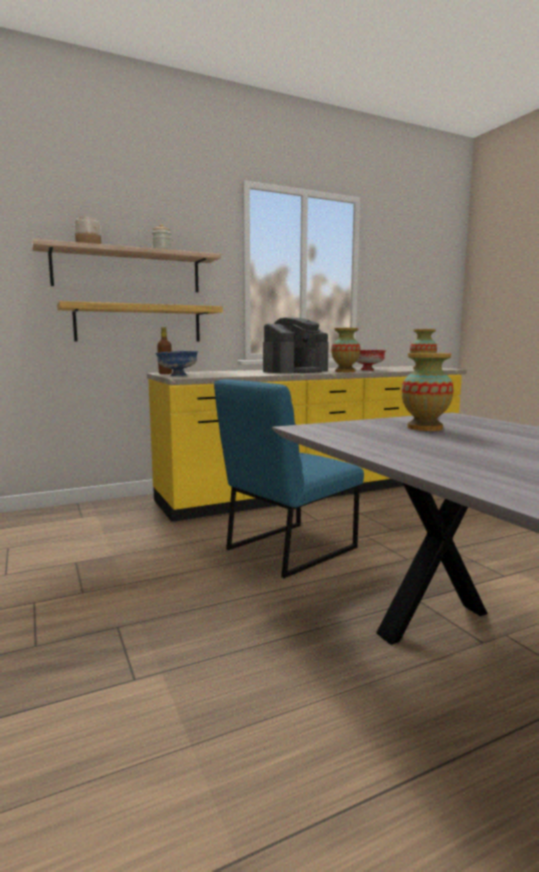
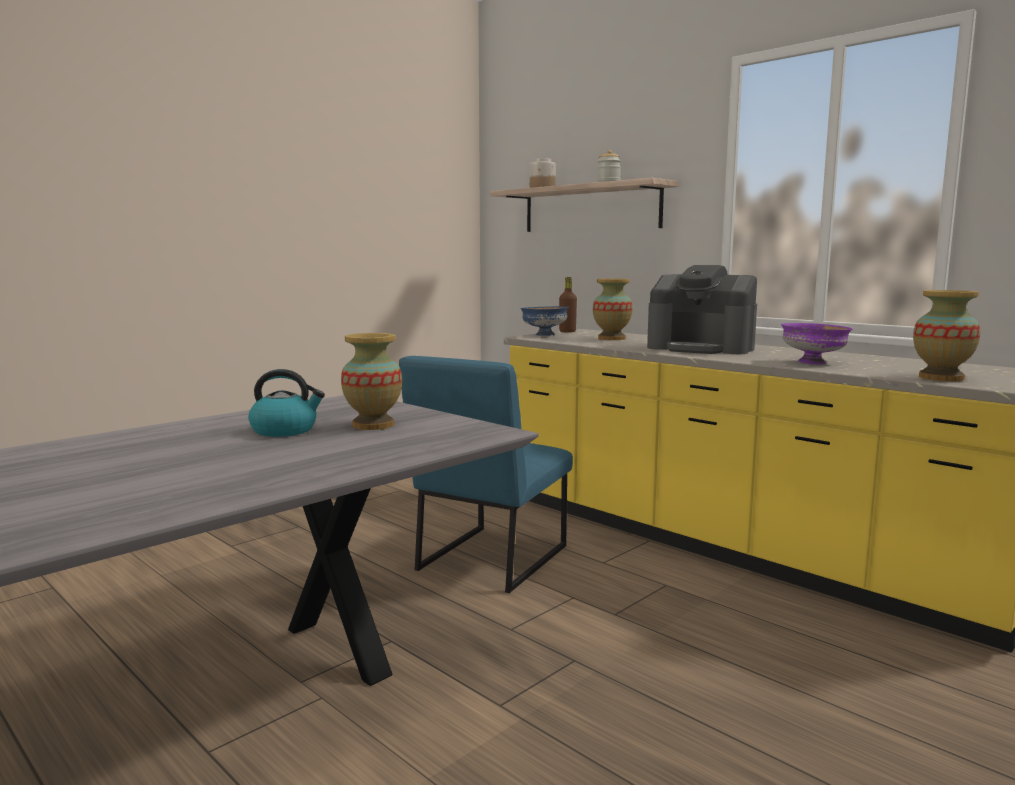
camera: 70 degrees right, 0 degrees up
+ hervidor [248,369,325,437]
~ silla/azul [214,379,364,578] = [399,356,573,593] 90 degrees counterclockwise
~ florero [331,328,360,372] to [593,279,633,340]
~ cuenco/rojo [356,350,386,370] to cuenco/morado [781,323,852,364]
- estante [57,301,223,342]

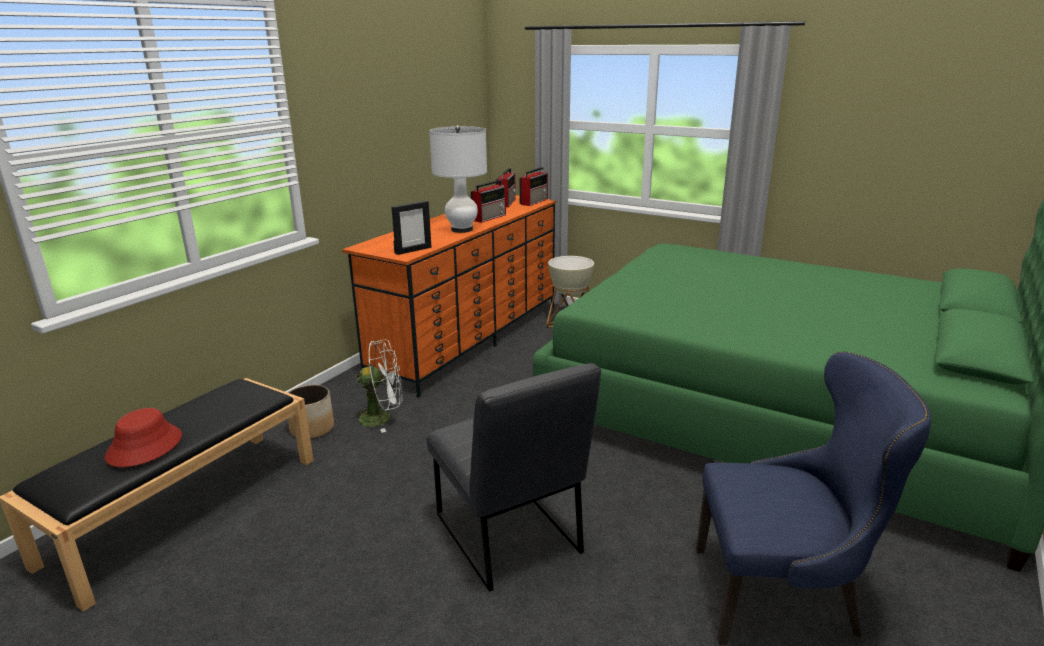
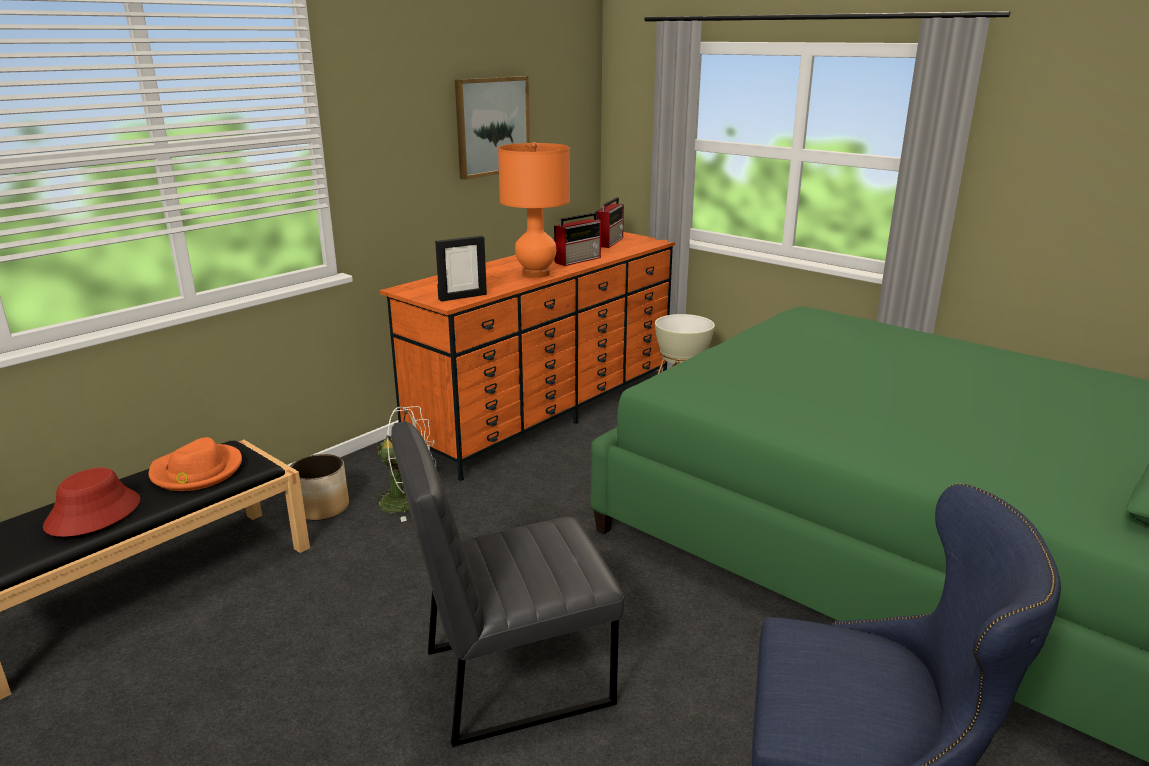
camera: 10 degrees right, 0 degrees up
+ sombrero/naranja [149,437,242,491]
~ silla/gris [427,363,601,592] = [391,421,624,747] 90 degrees clockwise
+ cuadro [455,76,530,180]
~ lámpara de mesa/blanco [429,126,487,233] to lámpara de mesa/naranja [498,142,570,278]
- radio [519,167,548,206]

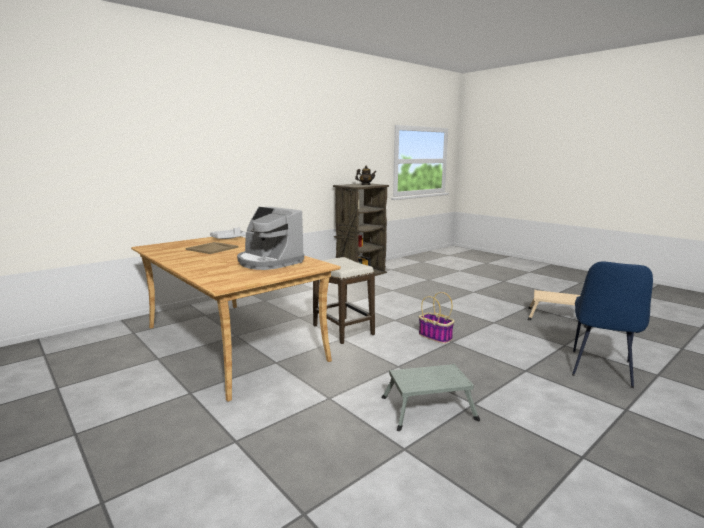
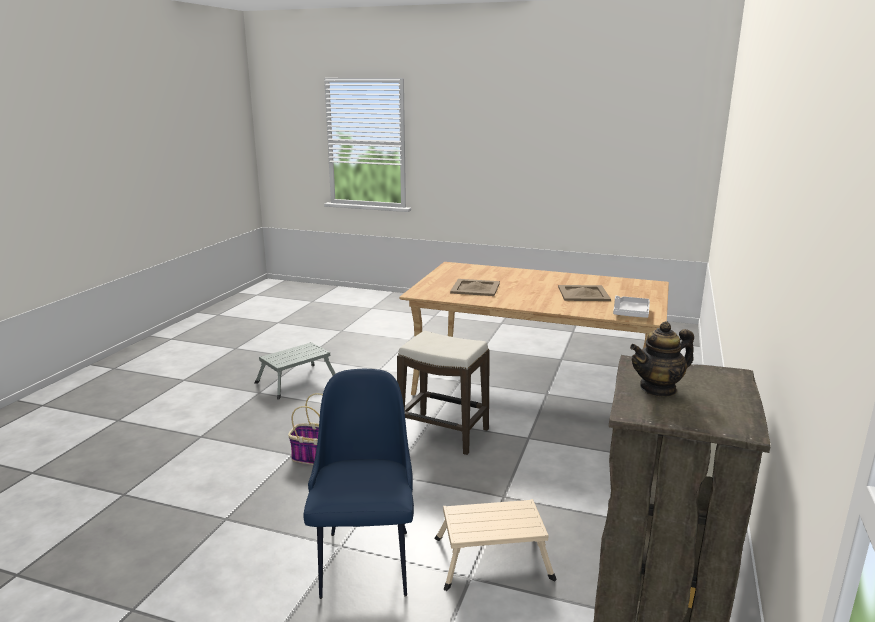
camera: 150 degrees right, 5 degrees up
~ silla/azul [572,261,653,388] to [303,369,414,599]
~ escalera de tijera/beis [527,290,587,328] to [434,499,557,591]
~ cafetera [237,207,304,270] to bandeja/beis [450,279,500,296]

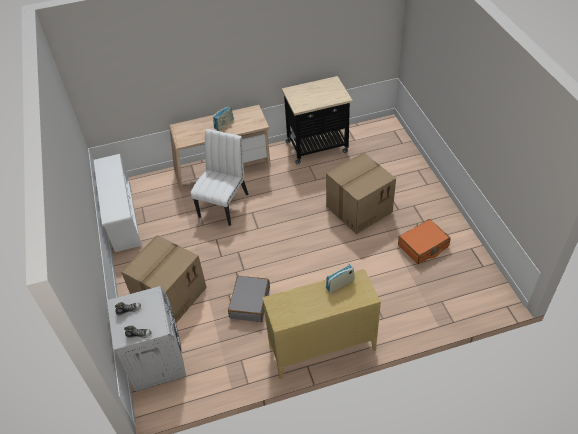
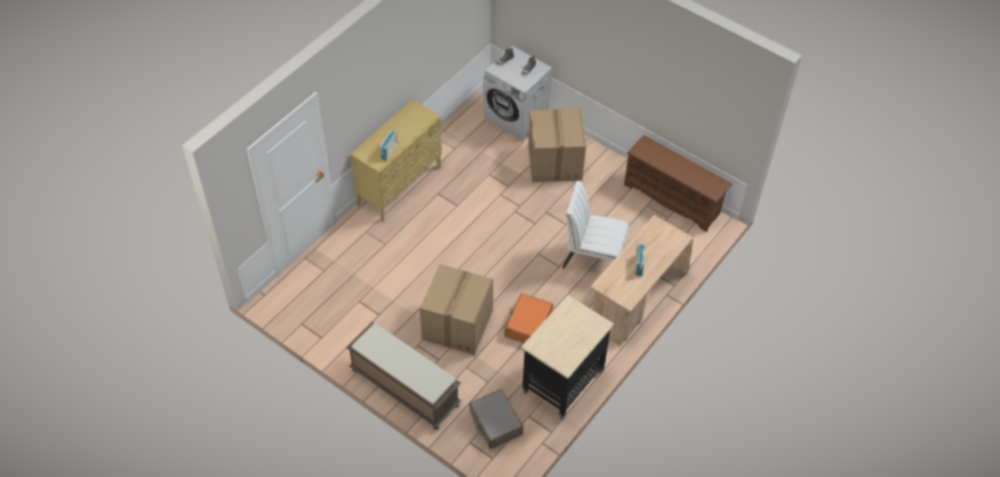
camera: 140 degrees right, 5 degrees up
+ banco/marrón [346,322,461,430]
~ maleta/gris [228,276,270,322] to [469,389,523,449]
~ maleta/naranja [398,219,451,264] to [505,294,553,343]
~ silla/blanco [191,129,248,226] = [562,181,629,268] 120 degrees clockwise
~ zapatero/blanco [94,154,142,252] to zapatero/marrón [624,135,732,232]

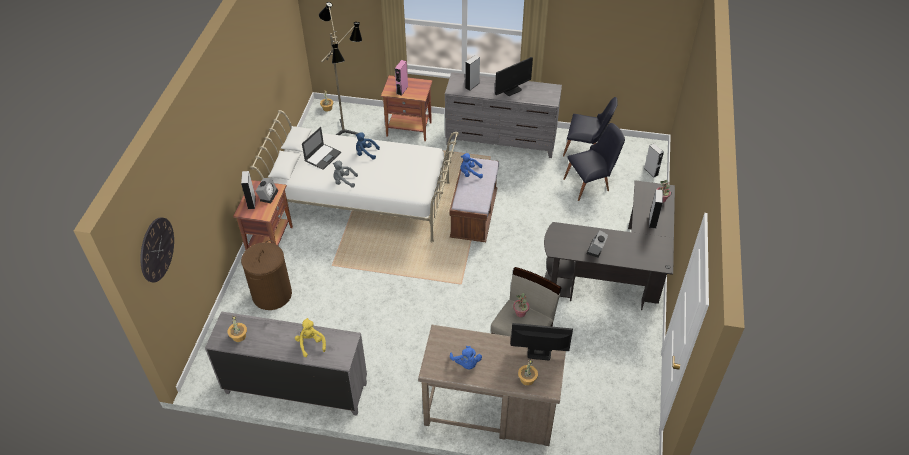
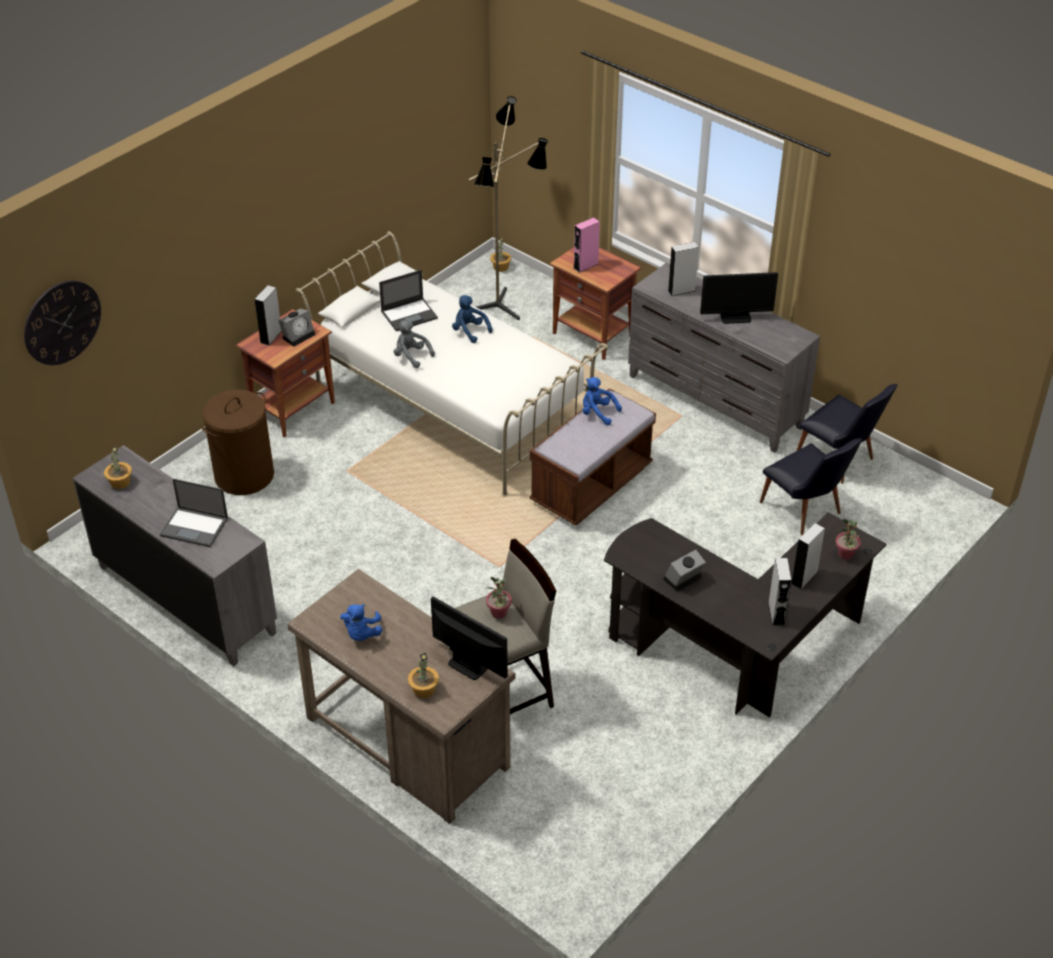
camera: 30 degrees right, 5 degrees down
~ peluche/amarillo [295,318,326,357] to portátil [160,479,228,547]
~ silla/negro [564,123,625,201] = [760,438,862,535] 45 degrees clockwise
~ altavoz/gris [644,143,664,177] to [768,558,792,626]

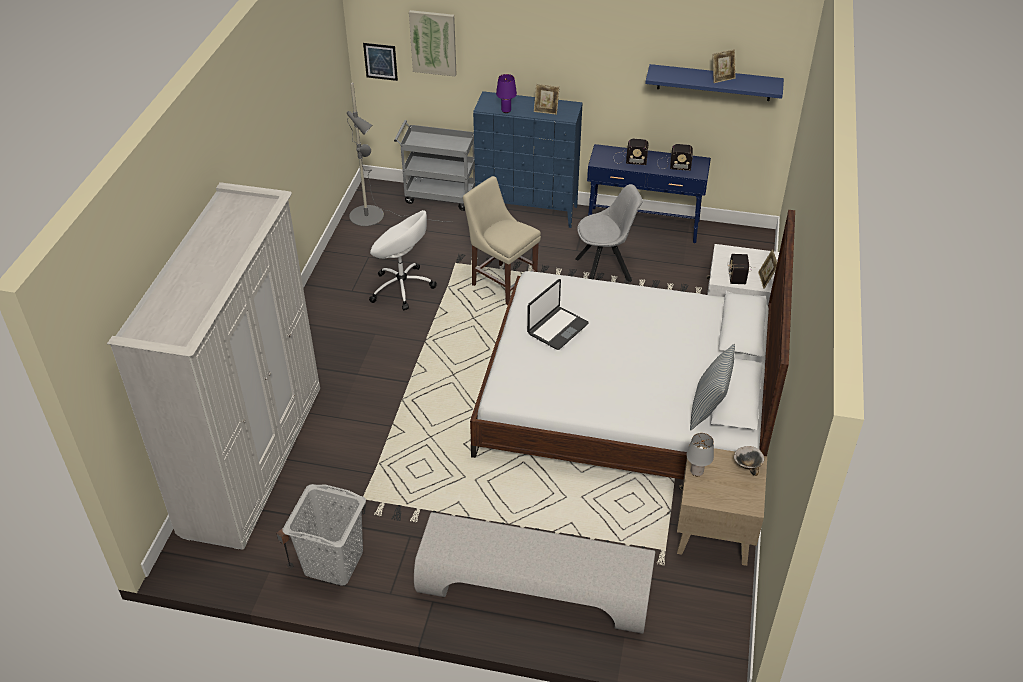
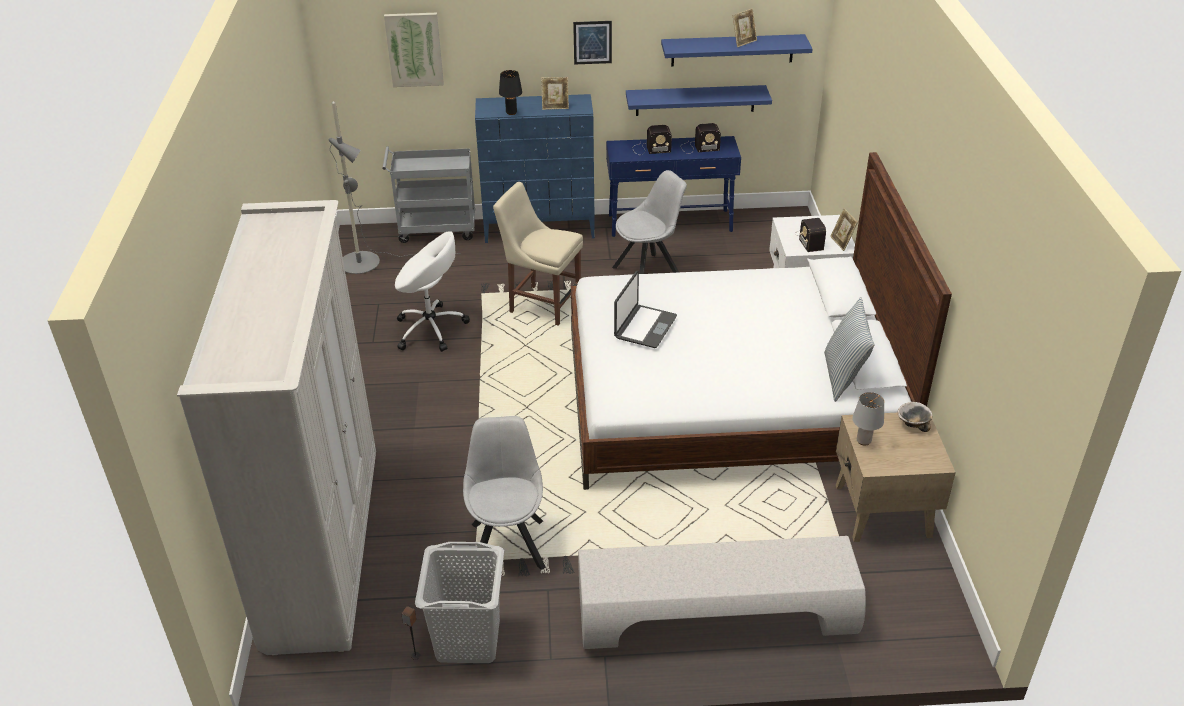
camera: 15 degrees left, 5 degrees down
+ silla/gris [463,416,546,570]
~ lámpara de mesa/morado [496,74,517,113] to lámpara de mesa/negro [499,70,522,115]
~ cuadro [363,43,398,81] to [573,21,612,64]
+ estante/azul [626,85,772,116]

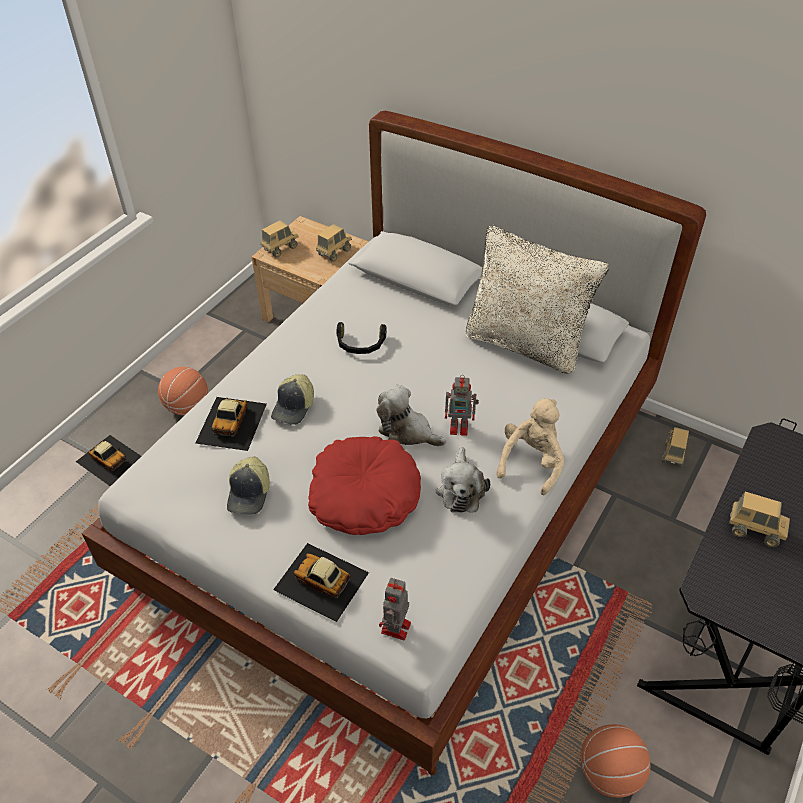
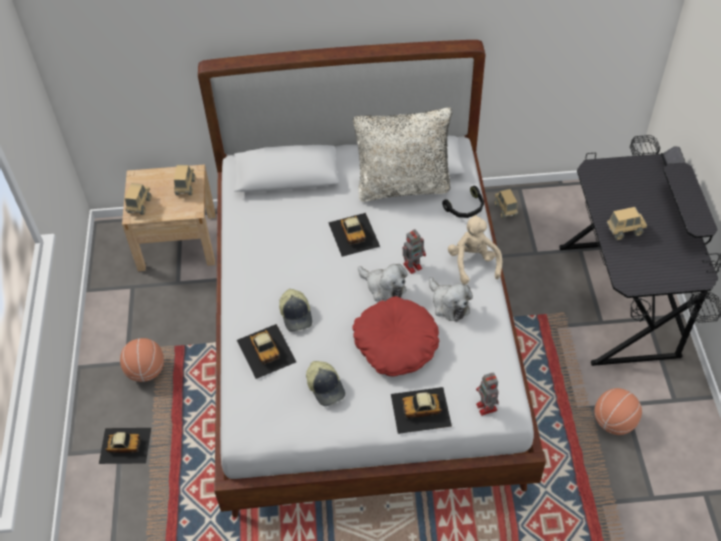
camera: 35 degrees left, 5 degrees up
+ coche de juguete [328,213,380,257]
~ peluche [376,385,446,446] = [358,264,408,301] 135 degrees counterclockwise
~ auriculares/negro [336,322,387,354] to [442,186,484,218]

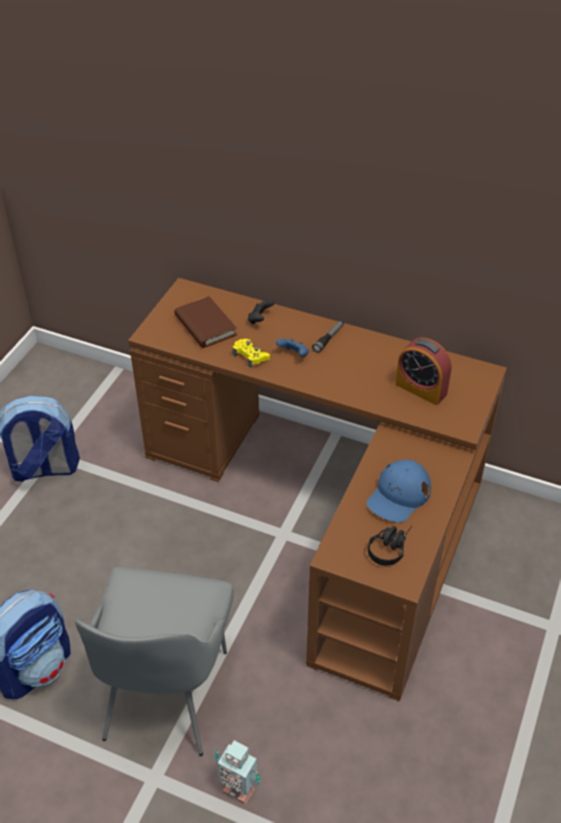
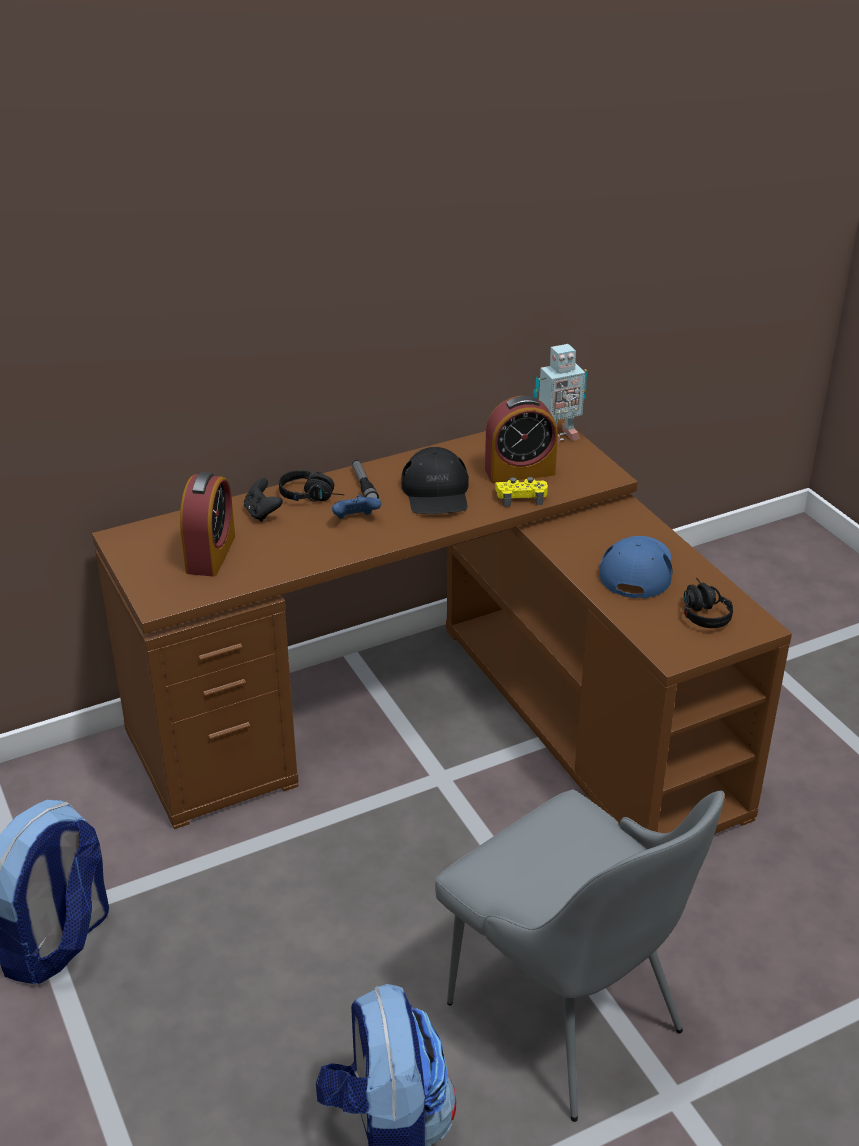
camera: 50 degrees left, 10 degrees down
~ libro/marrón [174,296,237,348] to despertador [180,472,235,577]
+ auriculares/negro [279,470,345,502]
+ gorra/negro [401,447,469,514]
~ mando de consola/amarillo [232,339,270,368] to [495,477,548,506]
~ robot de juguete [215,740,260,805] to [534,344,588,443]
~ gorra/azul [367,460,431,523] = [599,536,672,599] 150 degrees counterclockwise

